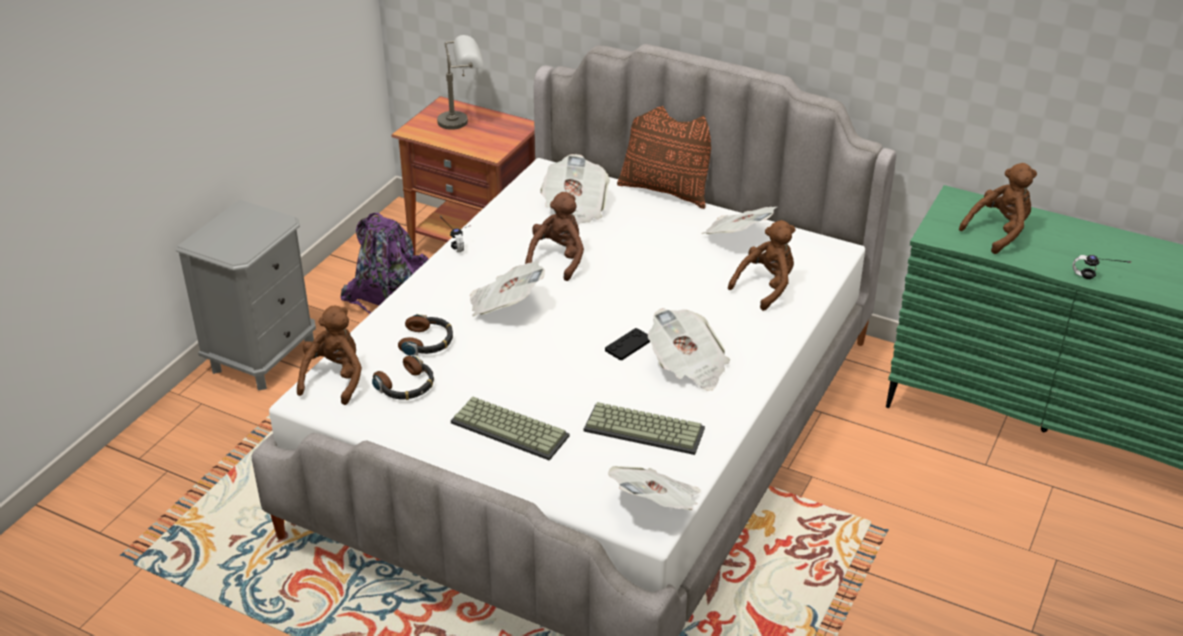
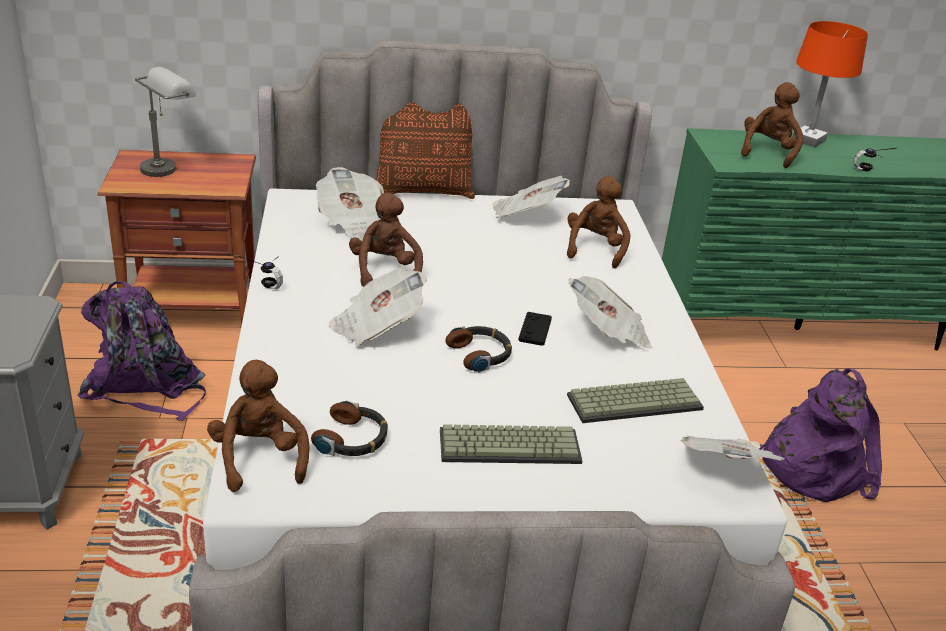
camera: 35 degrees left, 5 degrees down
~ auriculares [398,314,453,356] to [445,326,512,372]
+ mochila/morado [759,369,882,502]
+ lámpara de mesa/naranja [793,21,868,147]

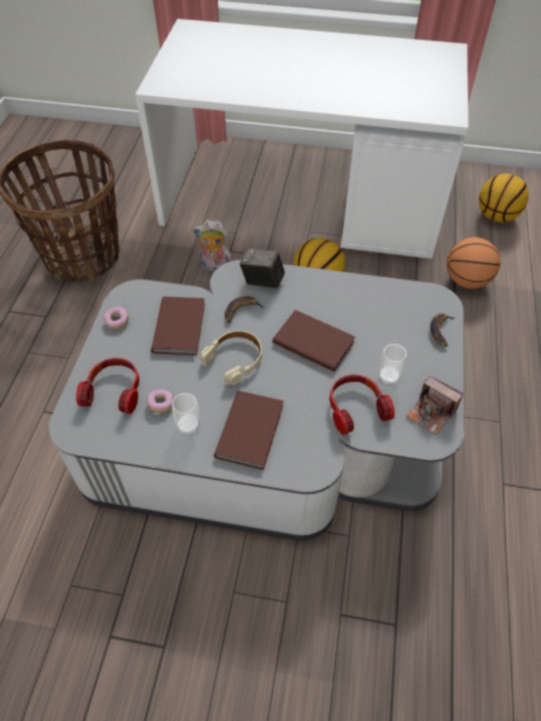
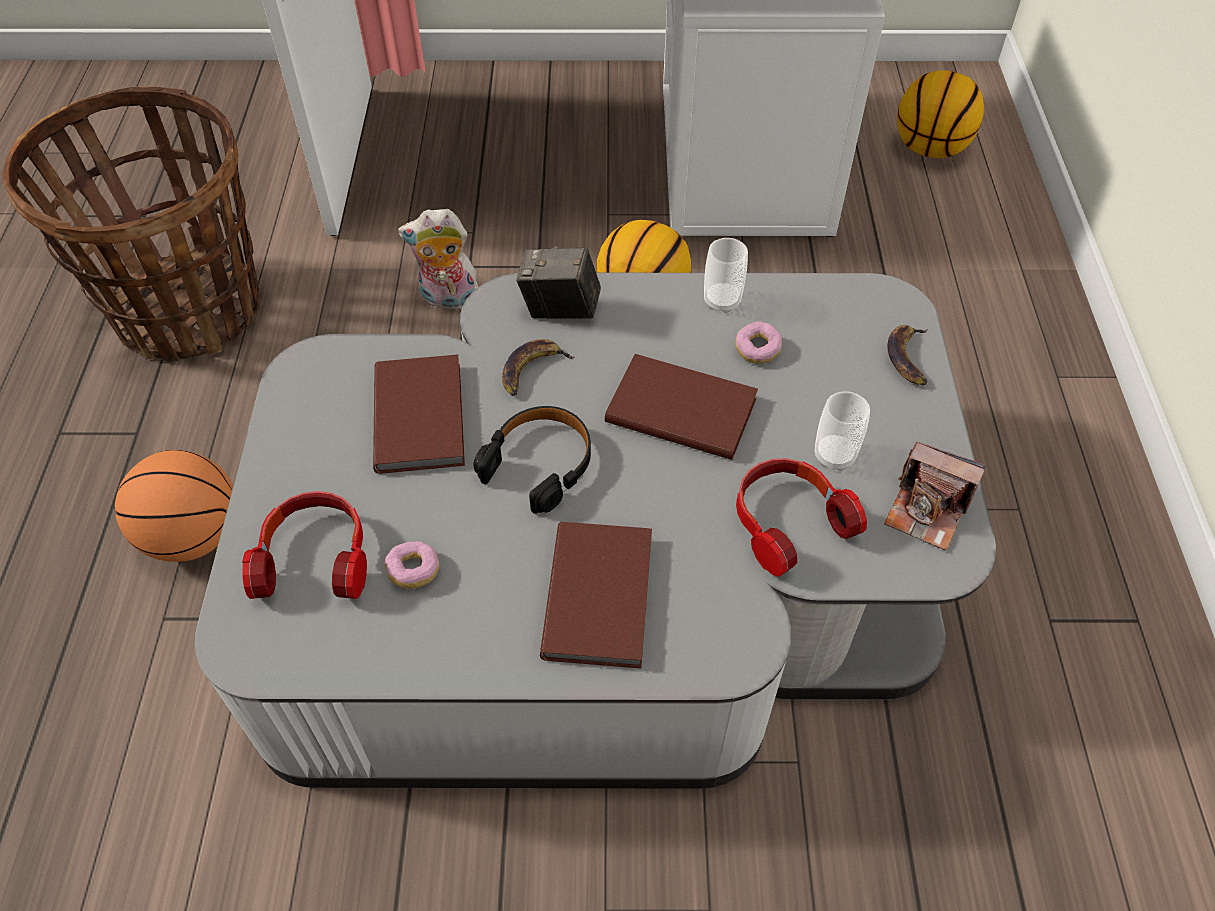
camera: 10 degrees left, 0 degrees up
~ balón de baloncesto [446,237,500,289] to [115,450,233,562]
~ auriculares/beis [200,330,262,385] to auriculares/negro [473,406,591,514]
~ taza [172,393,200,435] to [704,238,748,313]
~ rosquilla [104,307,129,329] to [735,321,782,364]

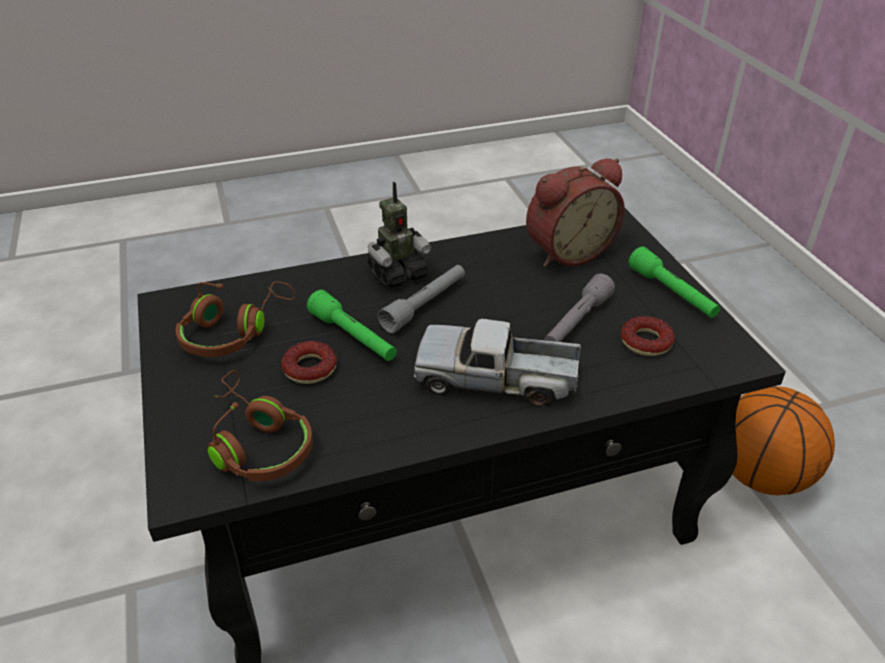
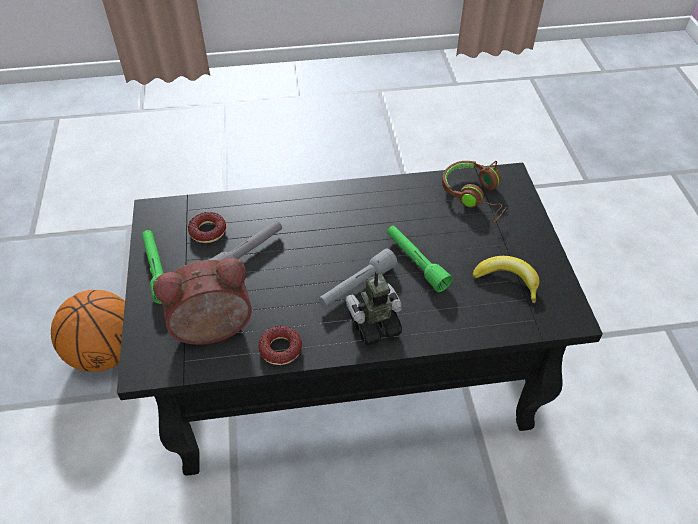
camera: 170 degrees left, 10 degrees up
~ rosquilla [282,341,337,384] to [258,326,302,365]
~ auriculares/marrón [176,281,296,357] to plátano [472,256,539,304]
- camión de juguete [414,319,581,406]

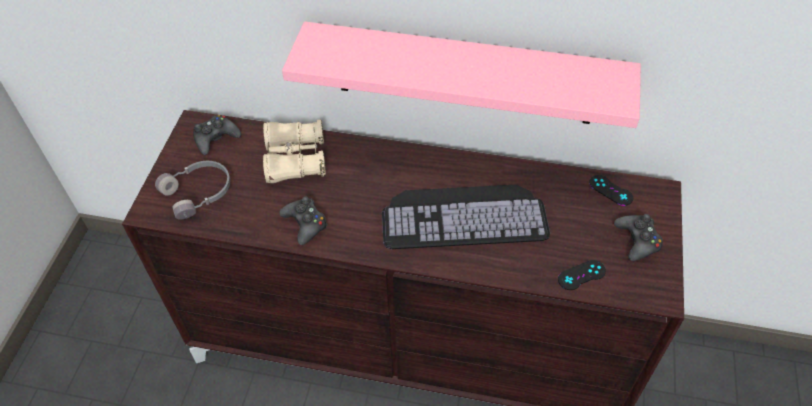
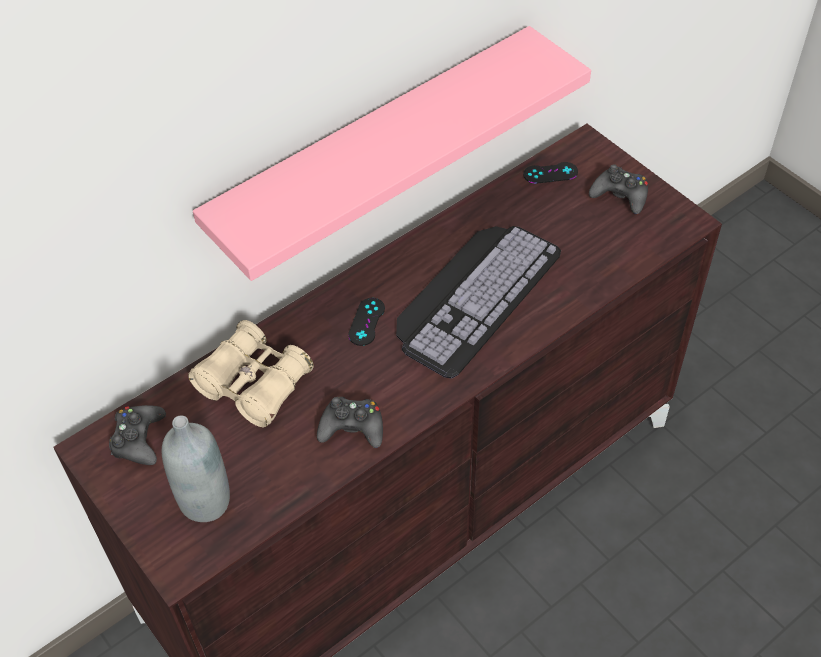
camera: 50 degrees left, 0 degrees up
~ auriculares/gris [155,161,230,219] to botella/gris [162,416,230,522]
~ mando de consola/negro [558,260,606,290] to [348,298,385,346]

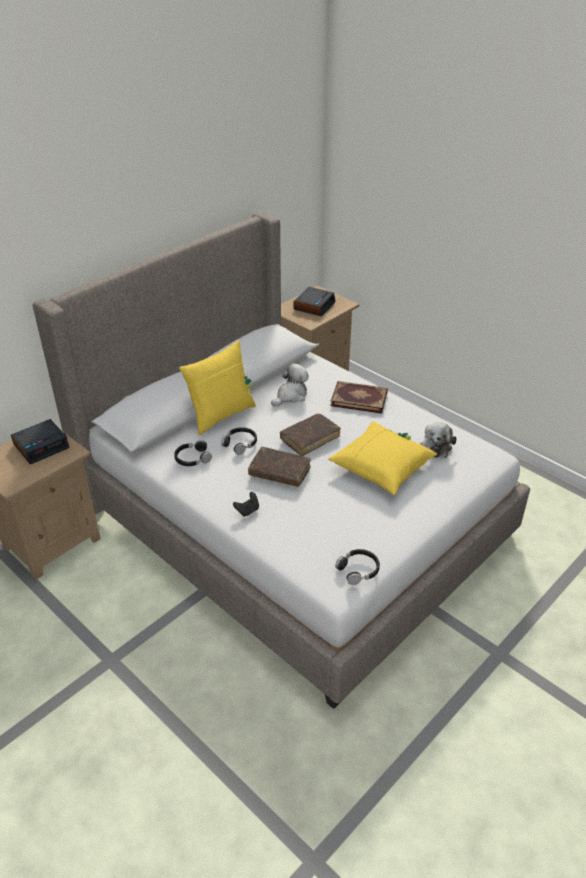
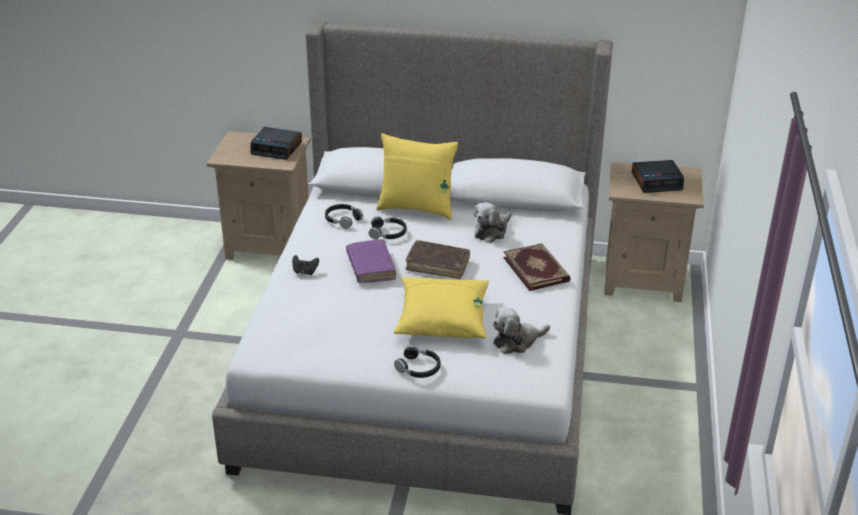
camera: 55 degrees right, 5 degrees down
~ libro/marrón [248,447,311,487] to libro/morado [346,239,396,283]
~ auriculares/negro [335,549,380,585] to [394,345,441,378]
~ peluche [271,363,309,406] = [473,202,512,243] 120 degrees clockwise

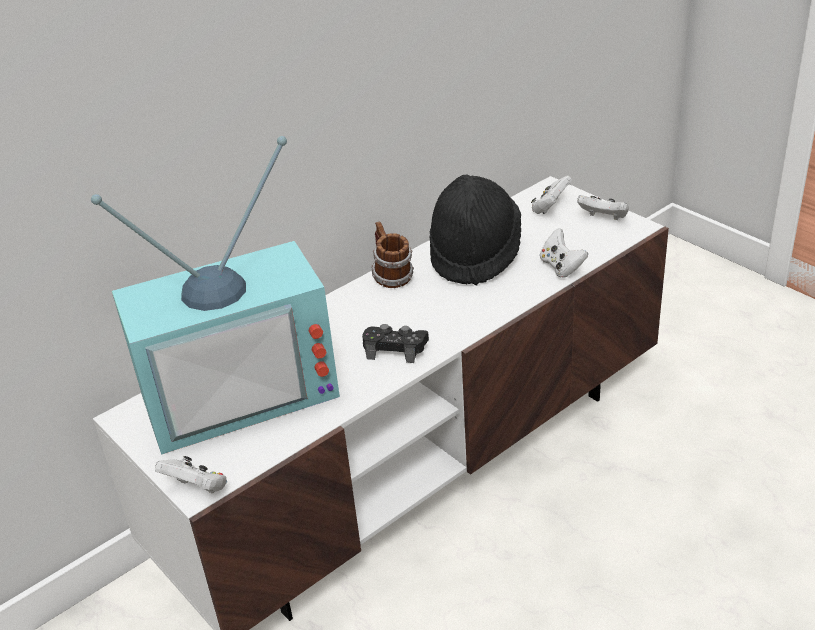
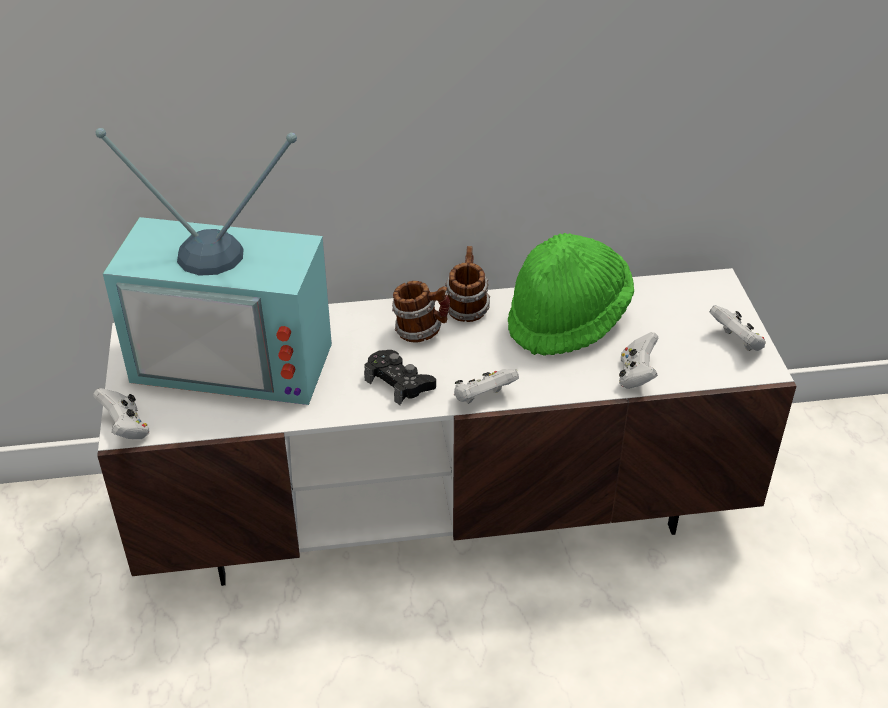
camera: 30 degrees right, 5 degrees up
+ taza grande [392,281,450,342]
~ mando de consola/blanco [531,176,572,214] to [454,369,519,404]
~ sombrero/negro [429,174,521,285] to sombrero/verde [508,233,634,356]

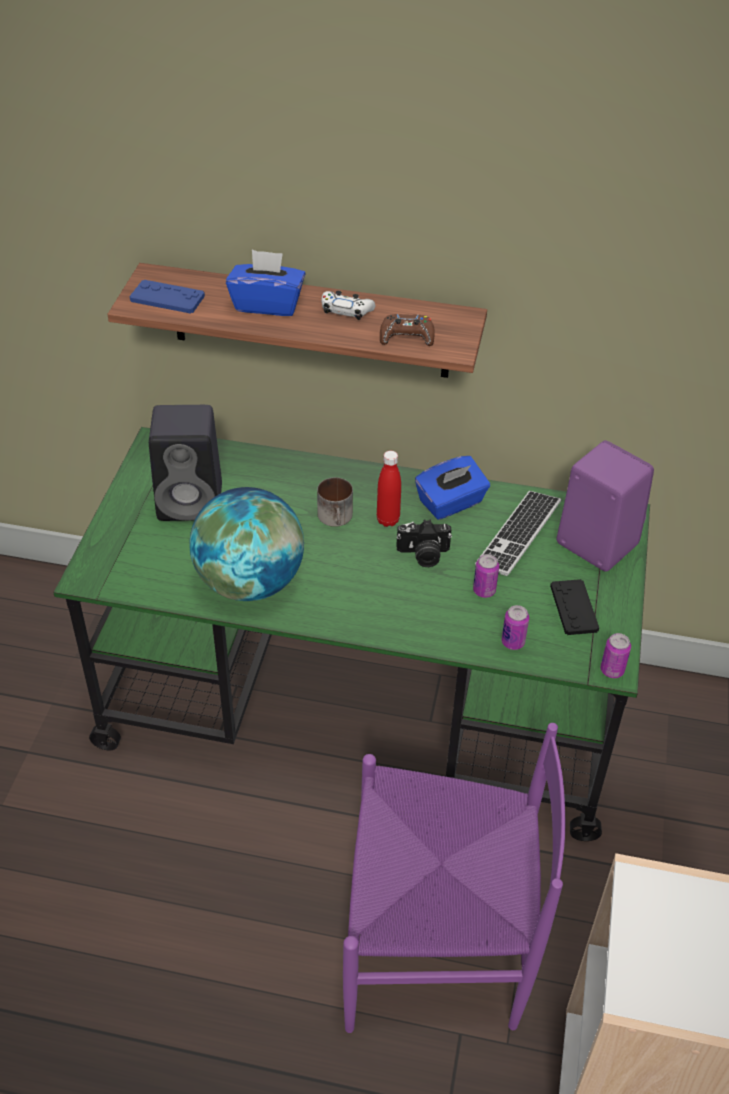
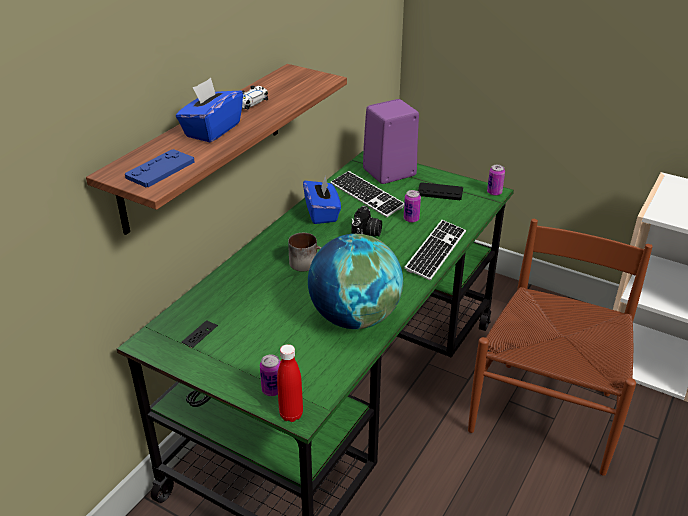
camera: 70 degrees left, 10 degrees down
~ lata [501,605,529,650] to [260,354,281,396]
~ botella/rojo [377,451,401,527] to [277,344,303,422]
+ teclado [404,220,466,280]
~ silla/morado [343,723,565,1033] to silla/marrón [468,219,653,476]
- altavoz/negro [149,405,222,521]
- mando de consola/marrón [380,314,435,346]

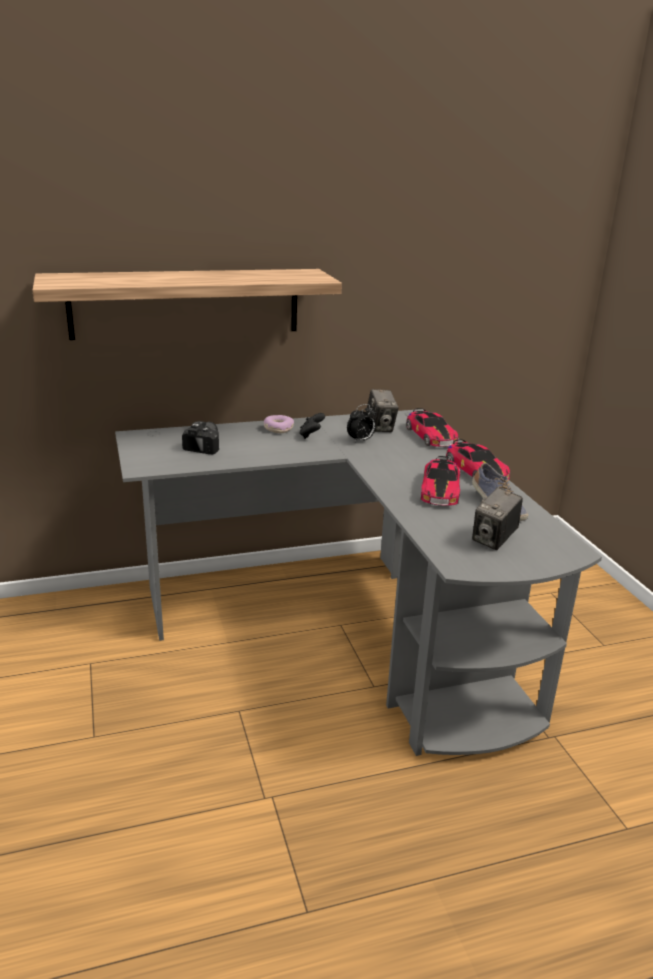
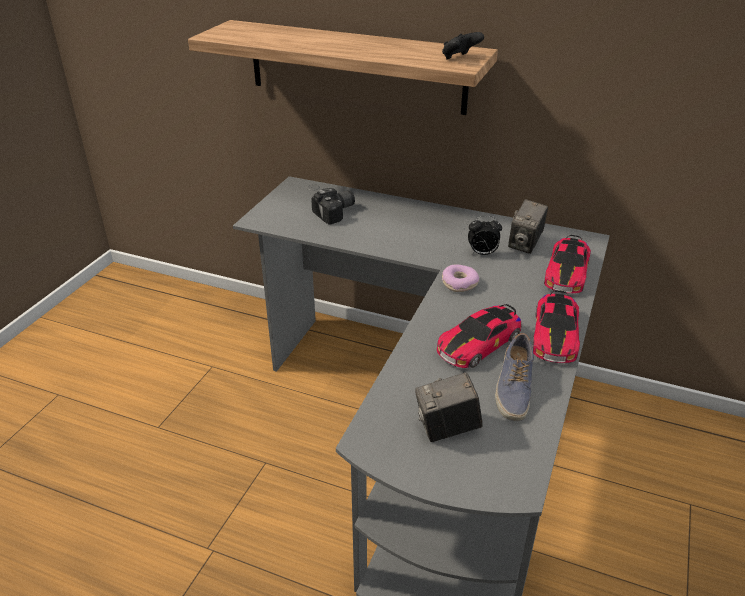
camera: 40 degrees right, 10 degrees up
~ mando de consola/negro [300,413,325,439] to [442,32,484,60]
~ rosquilla [264,415,294,433] to [442,265,479,292]

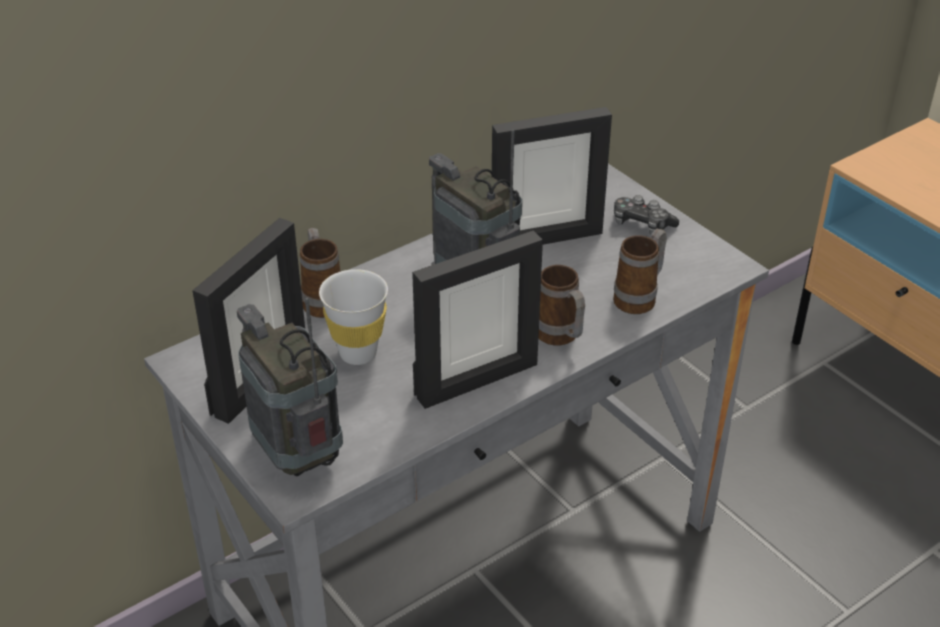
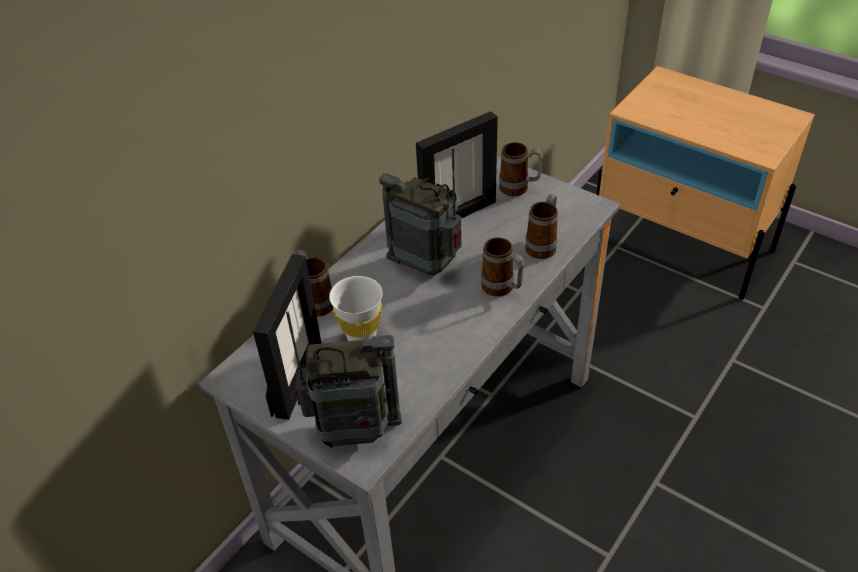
camera: 15 degrees left, 5 degrees up
~ radio [237,297,343,476] = [286,312,402,448] 135 degrees clockwise
~ mando de consola [614,195,679,234] to taza grande [499,142,543,196]
- portarretratos [412,230,543,409]

